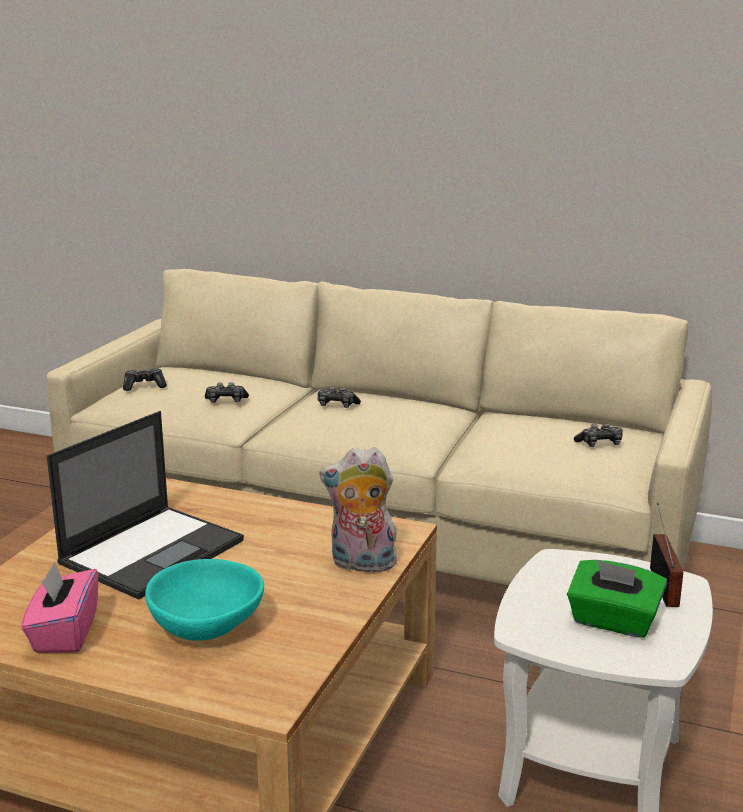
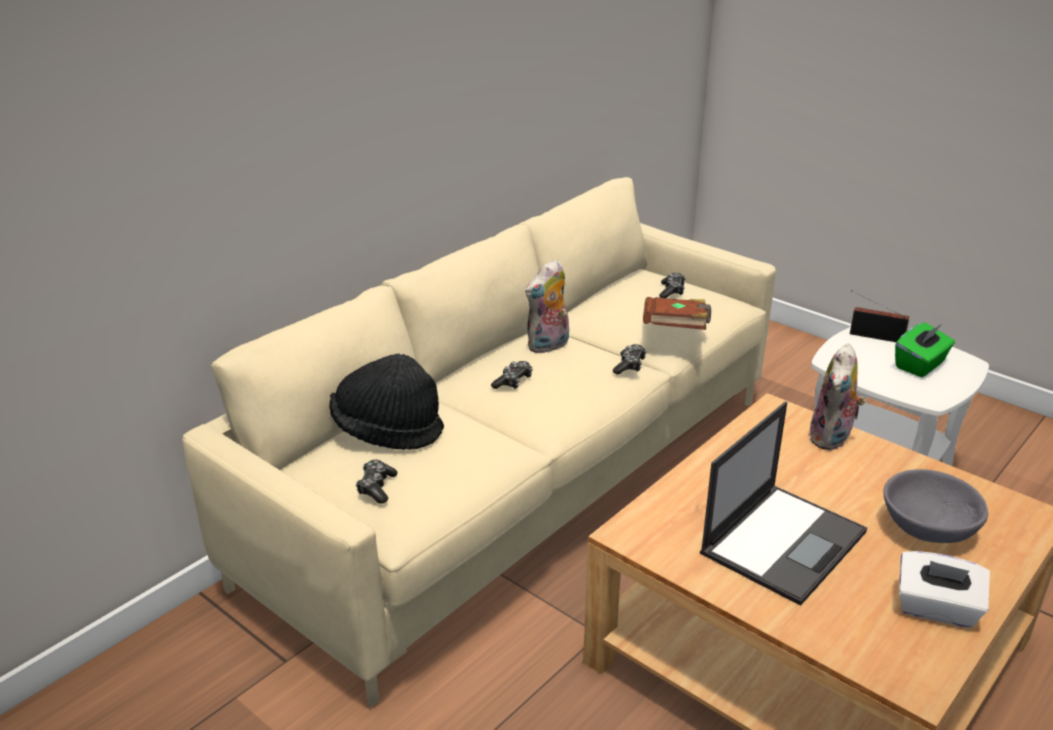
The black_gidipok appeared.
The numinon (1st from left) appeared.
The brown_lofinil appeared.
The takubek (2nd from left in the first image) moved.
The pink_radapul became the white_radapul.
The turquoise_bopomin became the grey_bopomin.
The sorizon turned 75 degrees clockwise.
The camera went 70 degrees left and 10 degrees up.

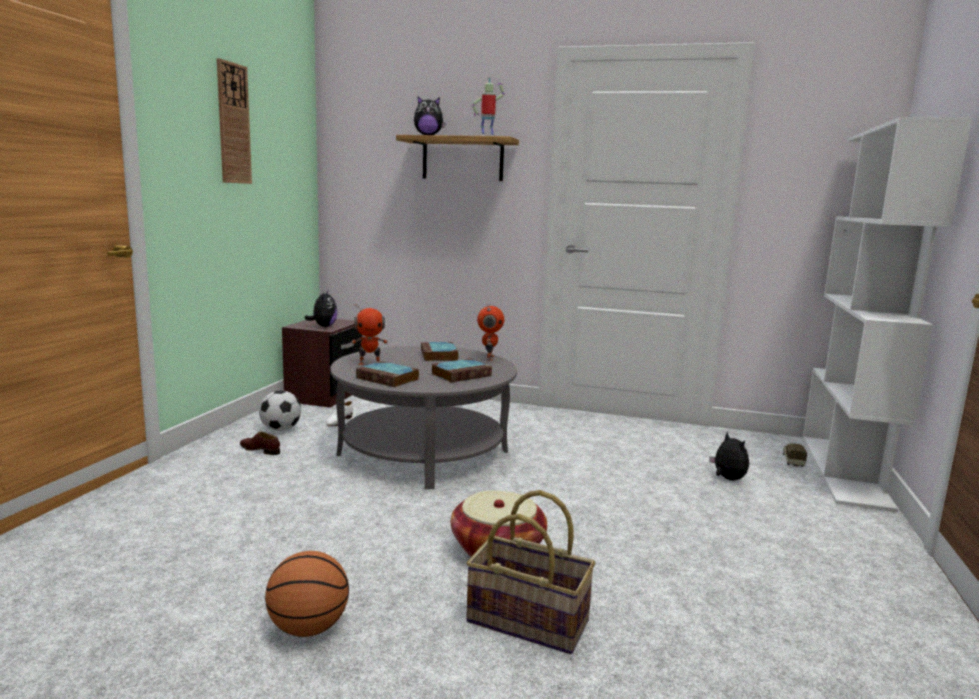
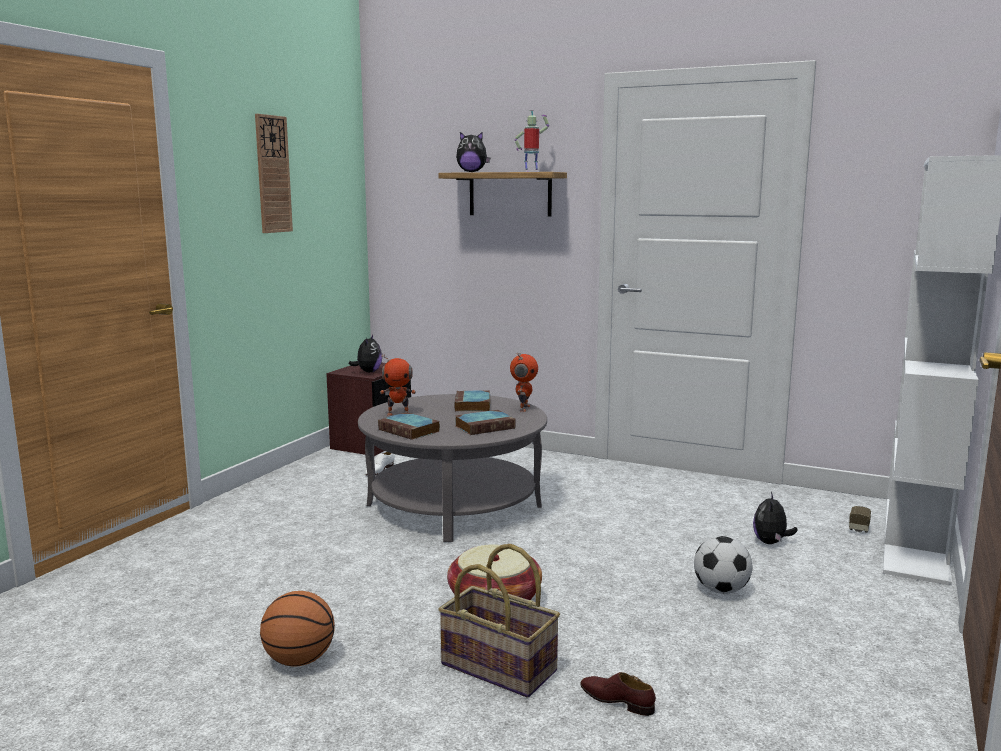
The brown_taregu moved.
The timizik moved.
The numinon (3rd from left) turned 150 degrees counterclockwise.
The camera went 10 degrees right and 0 degrees up.

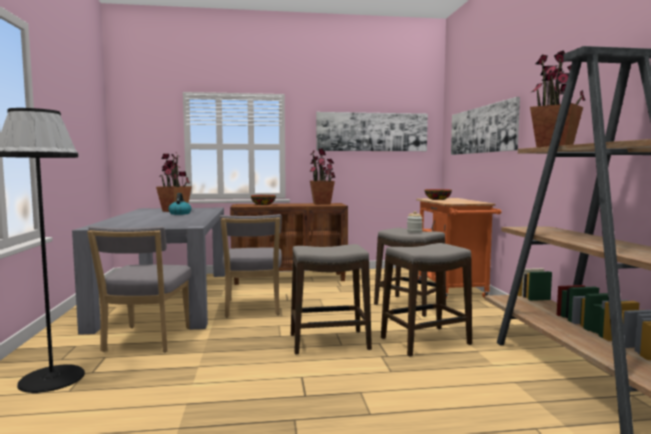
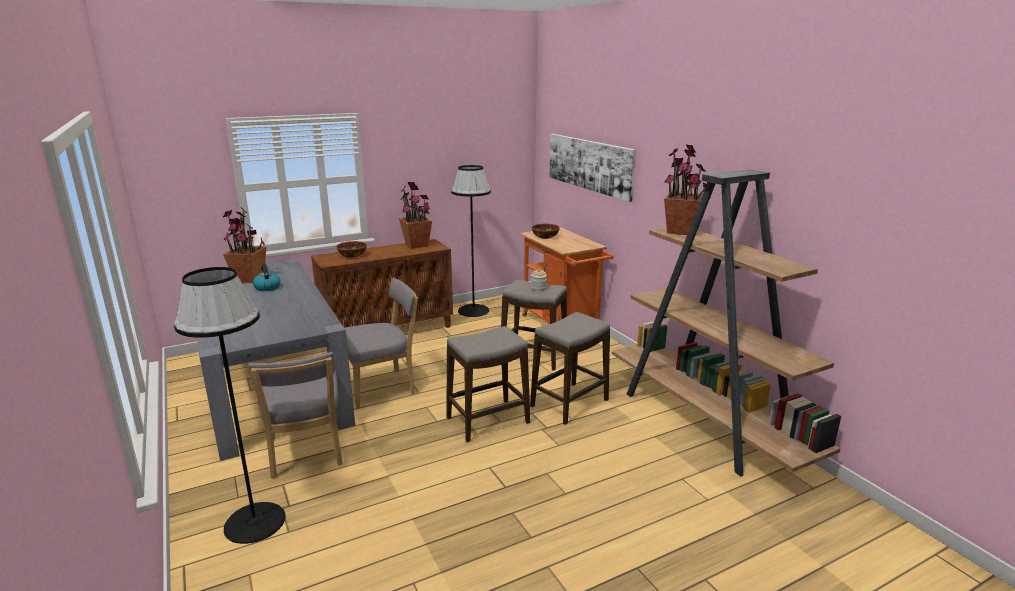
The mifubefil (1st from left) disappeared.
The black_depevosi (2nd from left) appeared.
The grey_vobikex (2nd from left) turned 90 degrees counterclockwise.
The camera went 20 degrees left and 15 degrees up.

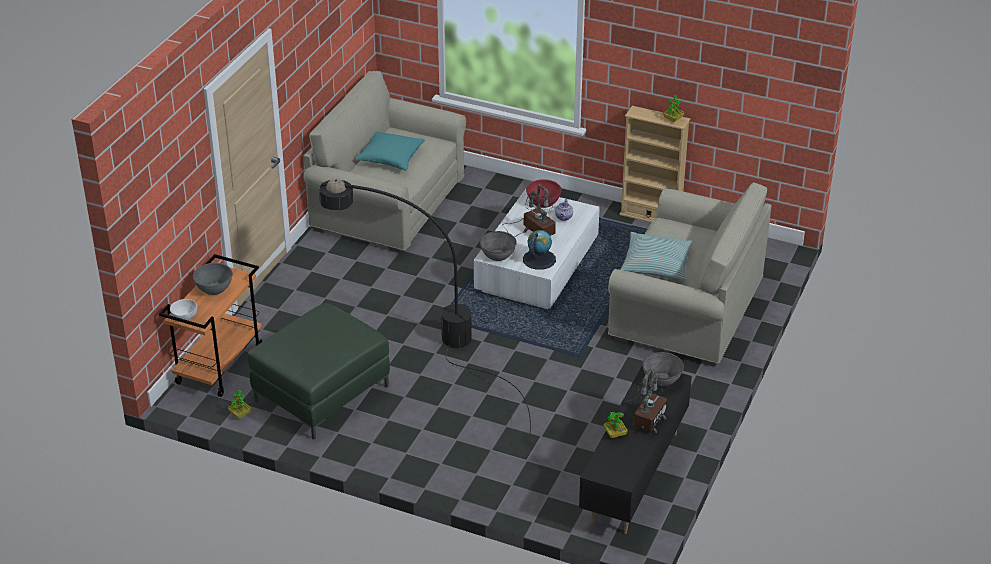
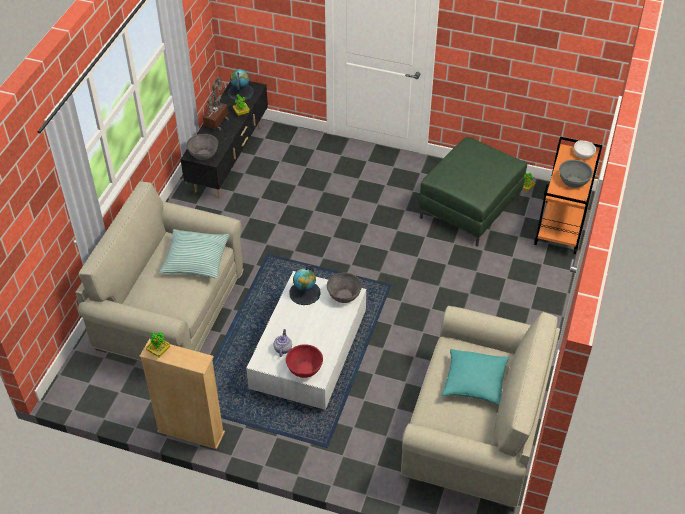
The black_depevosi disappeared.
The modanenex (1st from left) disappeared.
The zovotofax (1st from left) appeared.
The camera went 175 degrees right and 10 degrees up.

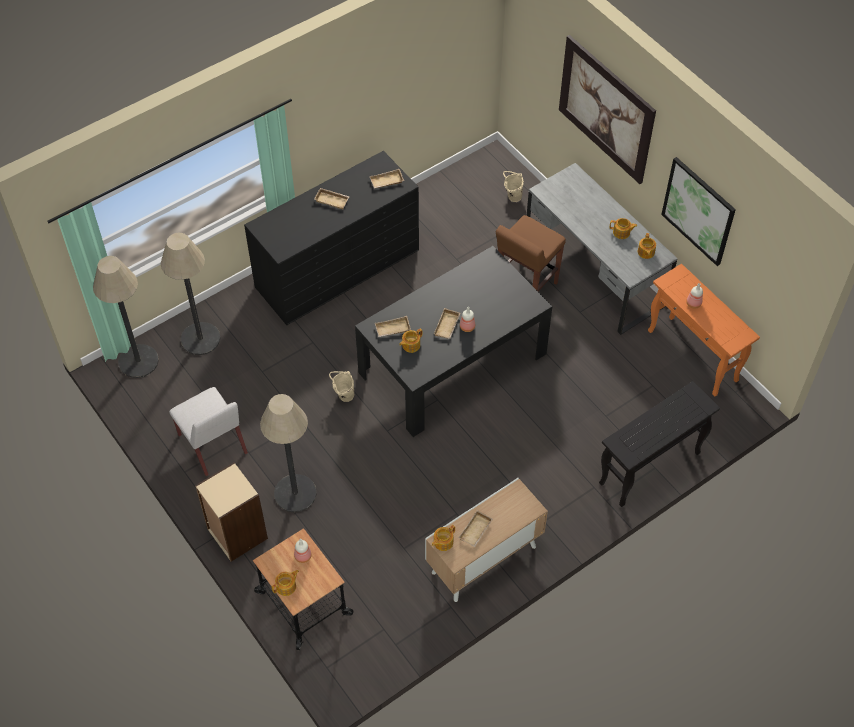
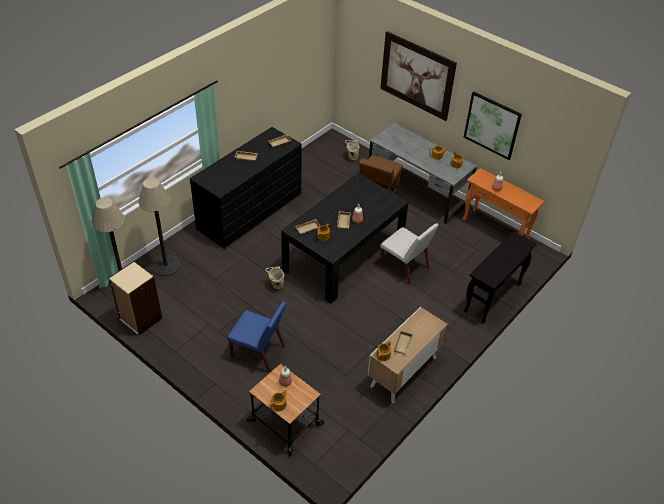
The white_vobikex moved.
The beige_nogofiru moved.
The depevosi (3rd from left) was replaced by the blue_vobikex.
The camera went 15 degrees left and 10 degrees down.

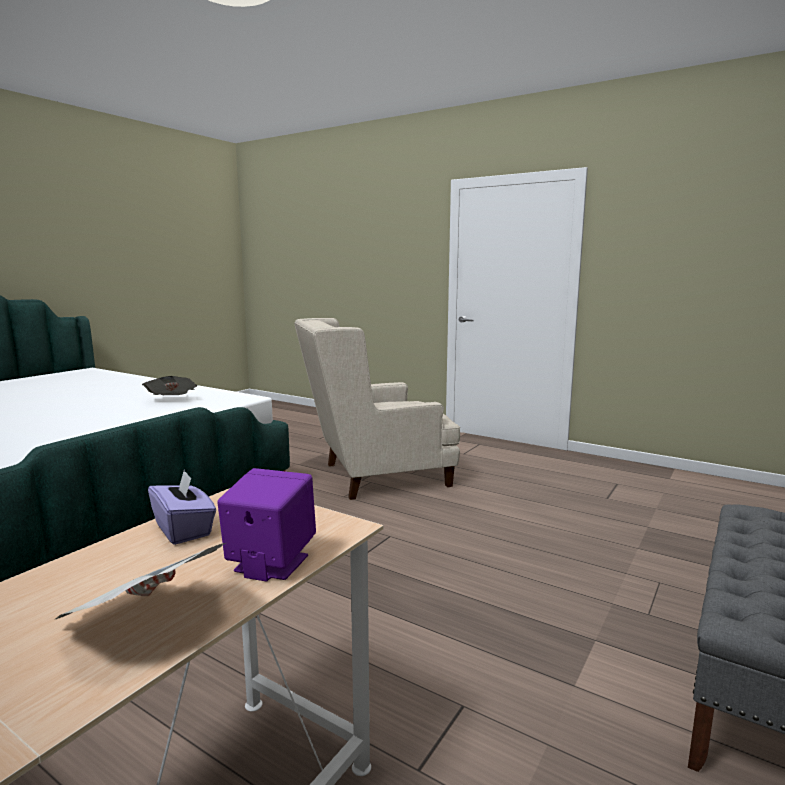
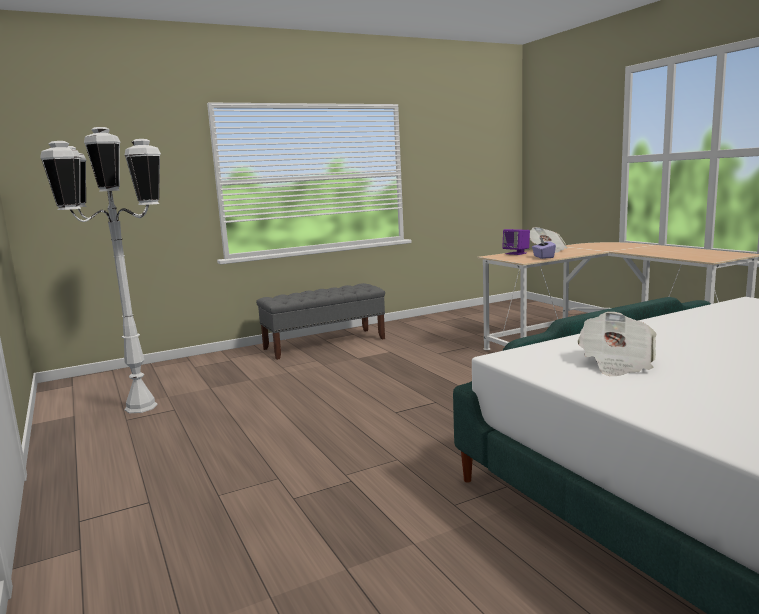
The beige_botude disappeared.
The white_depevosi appeared.
The camera went 150 degrees left and 0 degrees up.

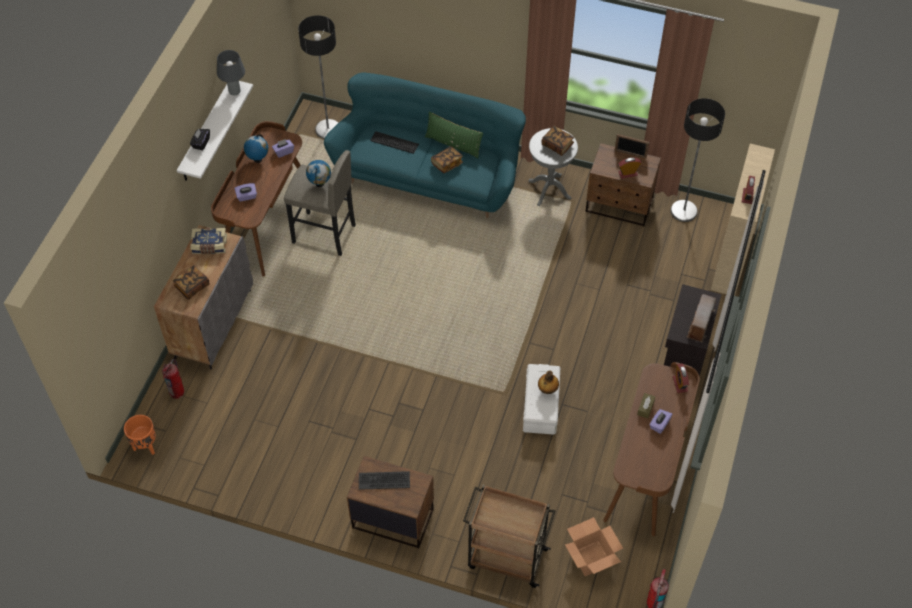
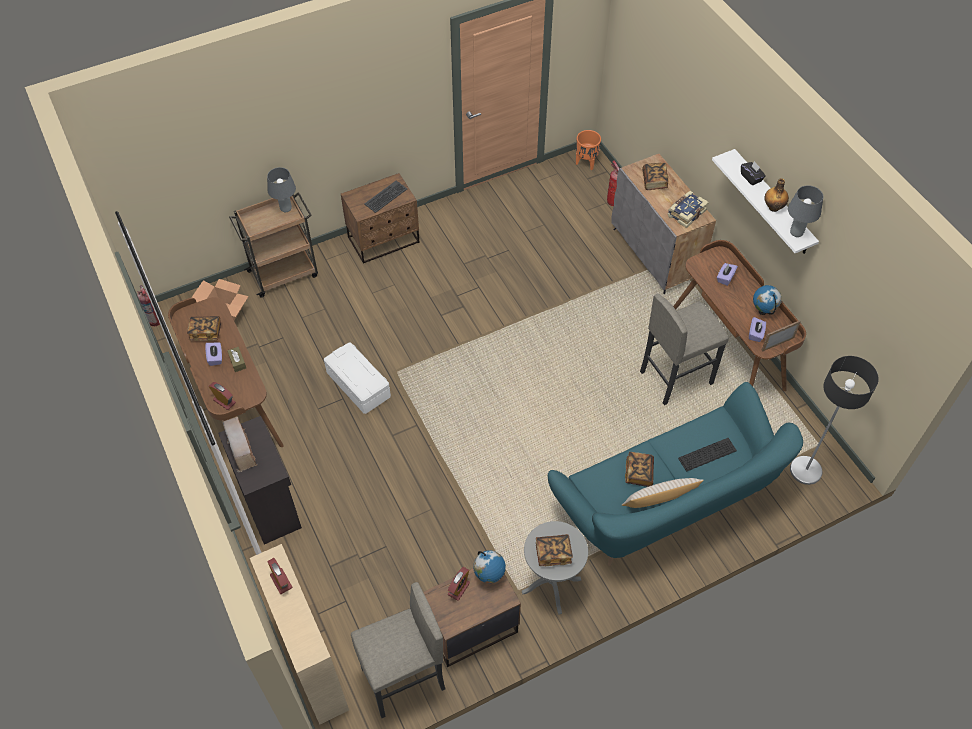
The lofinil (1st from left) appeared.
The grey_modanenex (1st from left) appeared.
The zovotofax (2nd from left in the first image) moved.
The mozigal moved.
The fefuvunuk moved.
The depevosi (2nd from left) was replaced by the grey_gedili (1st from left).
The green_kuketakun became the beige_kuketakun.
The camera went 135 degrees right and 0 degrees up.

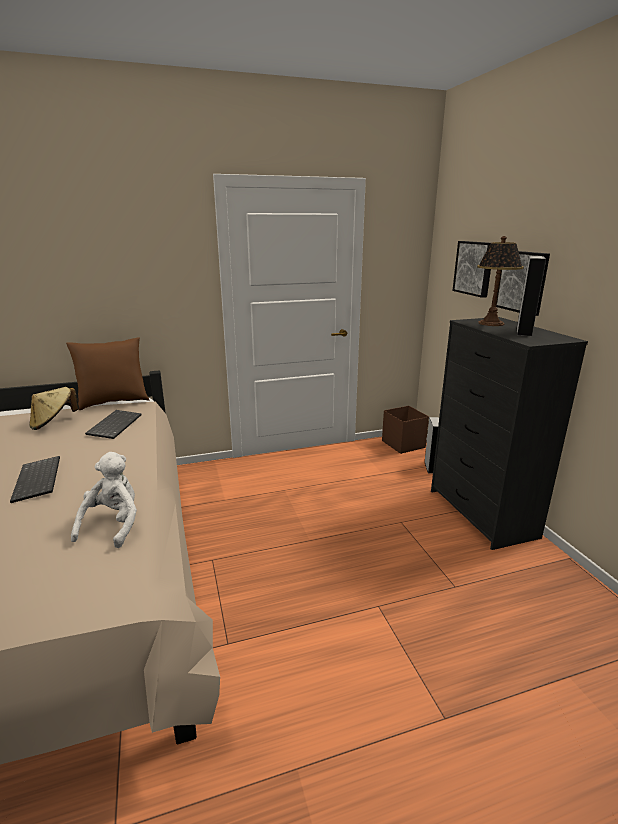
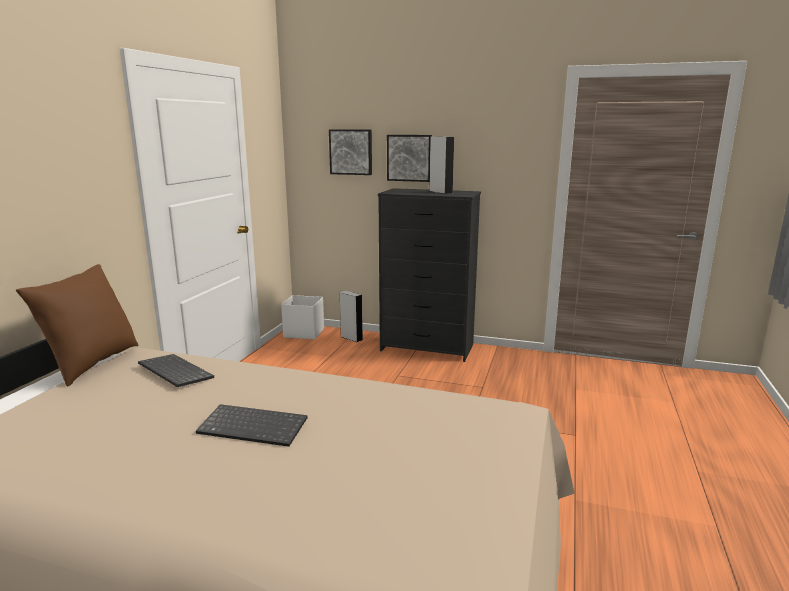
The beige_gidipok disappeared.
The white_numinon disappeared.
The modanenex disappeared.
The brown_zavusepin became the white_zavusepin.
The camera went 55 degrees left and 5 degrees down.

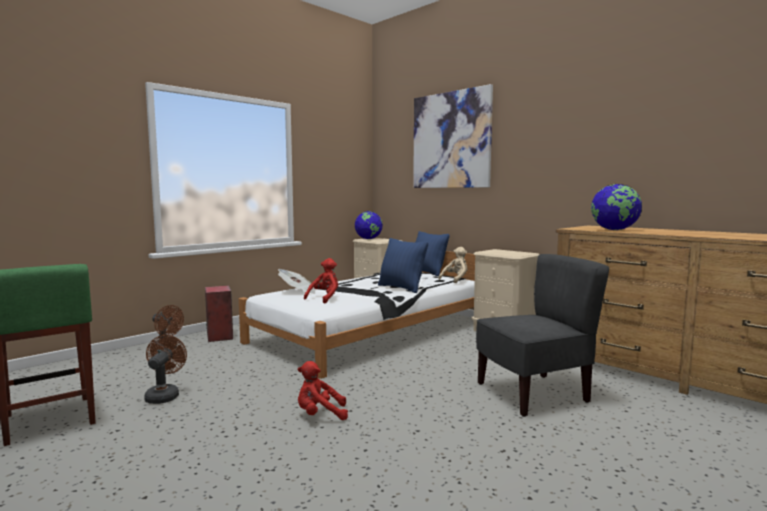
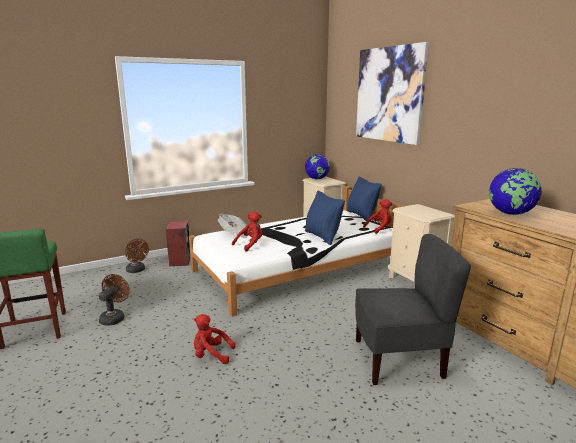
The beige_numinon became the red_numinon (3rd from left).
The camera went 15 degrees right and 10 degrees up.

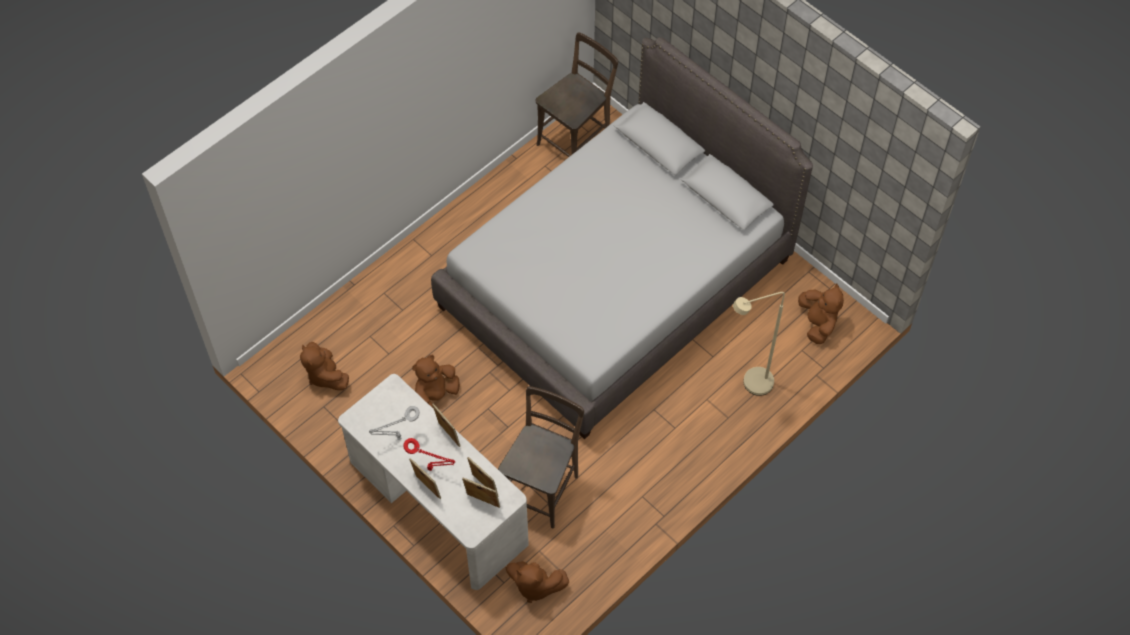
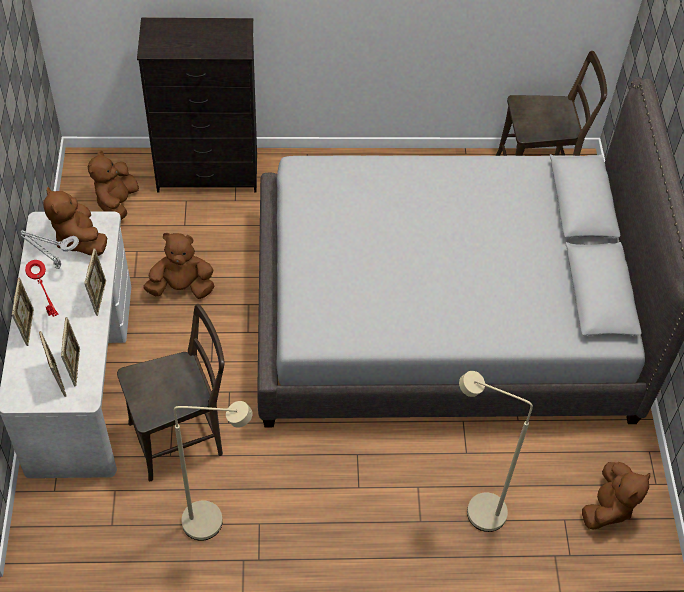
The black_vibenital appeared.
The beige_depevosi (1st from left) appeared.
The brown_numinon (3rd from left in the first image) moved.
The camera went 40 degrees right and 5 degrees down.

